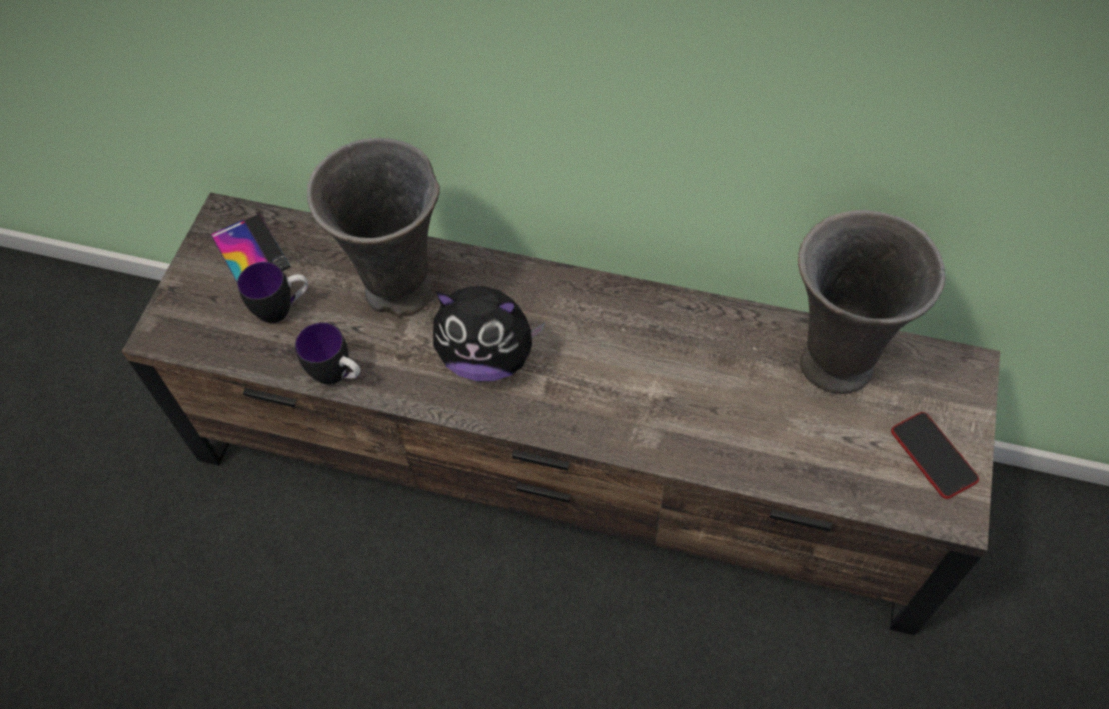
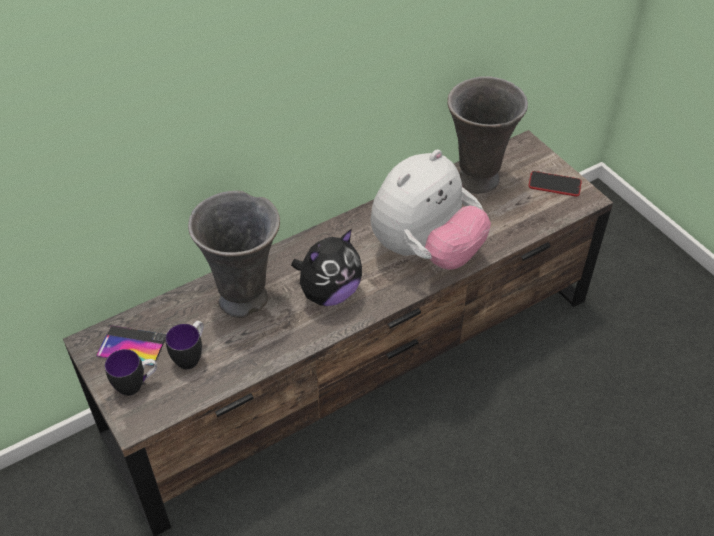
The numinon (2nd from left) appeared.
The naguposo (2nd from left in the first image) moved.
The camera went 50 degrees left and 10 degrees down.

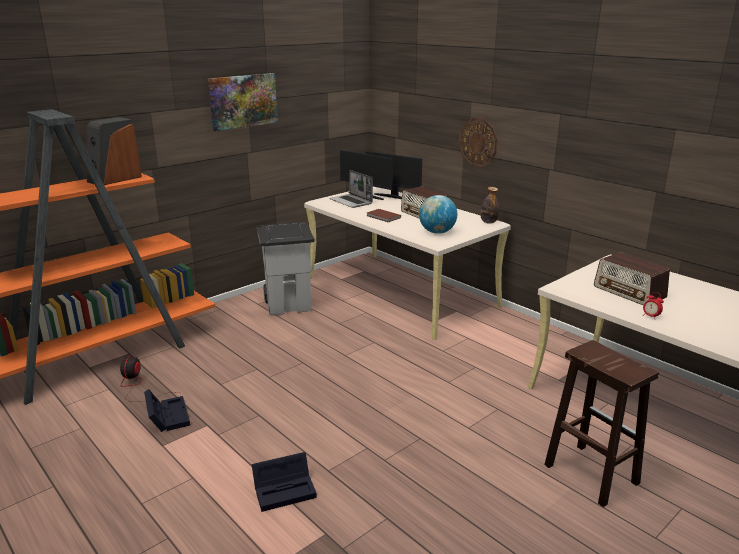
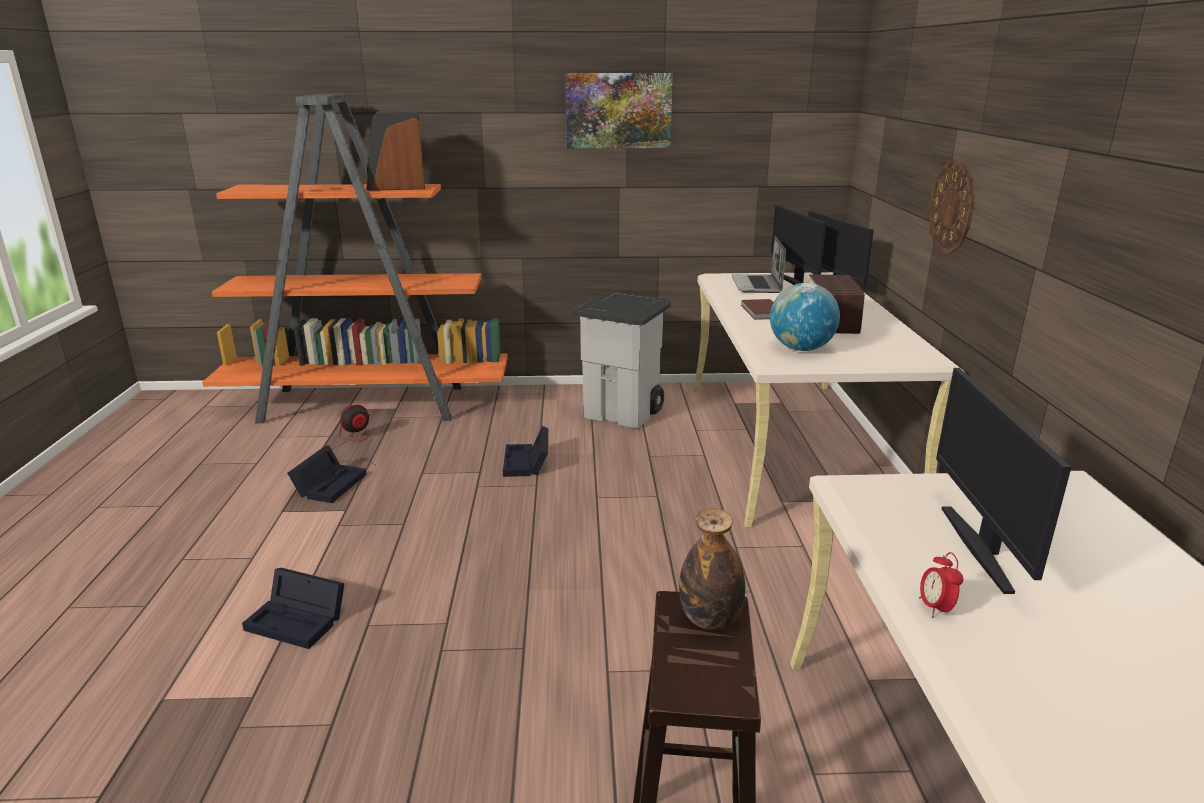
The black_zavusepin (3rd from left) appeared.
The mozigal moved.
The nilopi (2nd from left) was replaced by the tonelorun (3rd from left).
The camera went 40 degrees right and 0 degrees up.

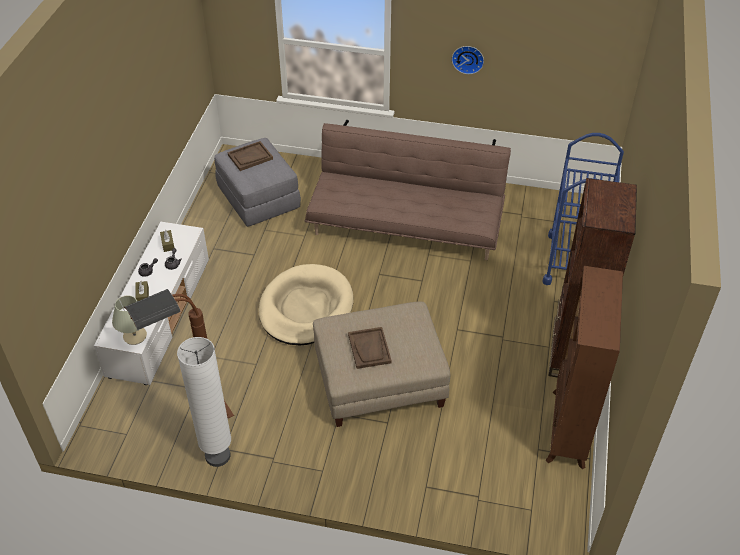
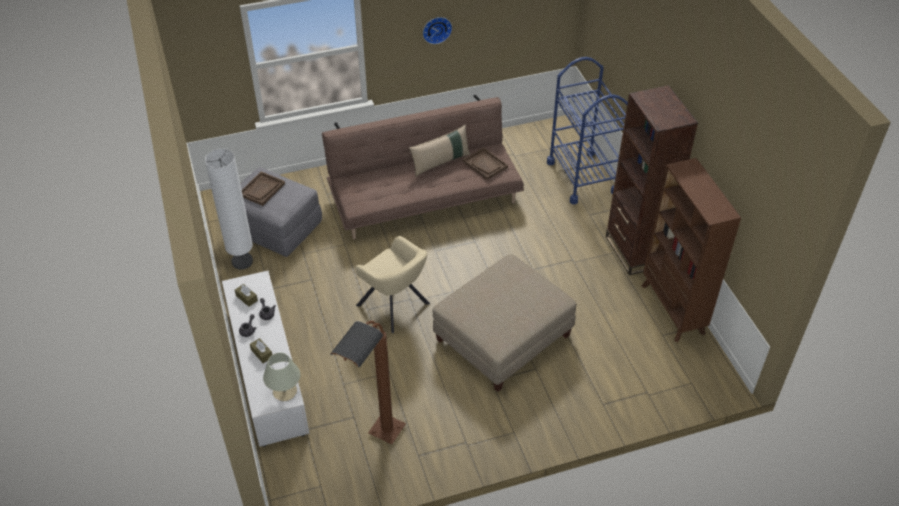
The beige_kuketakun appeared.
The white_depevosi moved.
The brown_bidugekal (2nd from left) moved.
The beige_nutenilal was replaced by the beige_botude.
The camera went 30 degrees left and 0 degrees up.

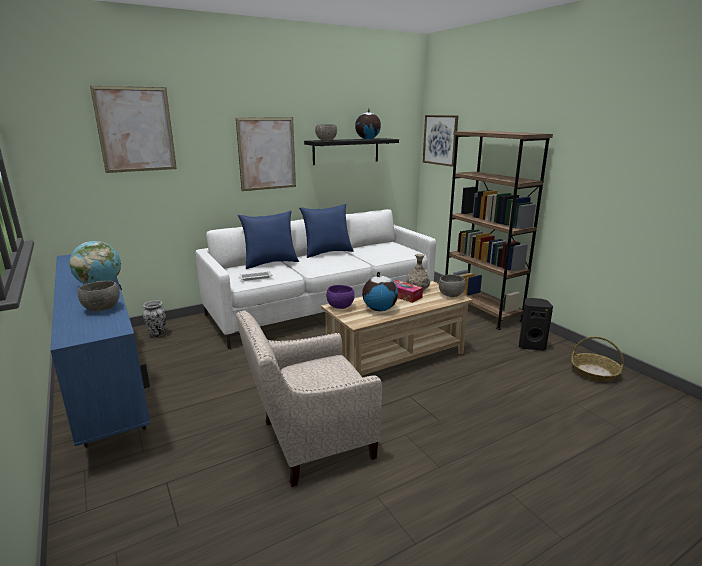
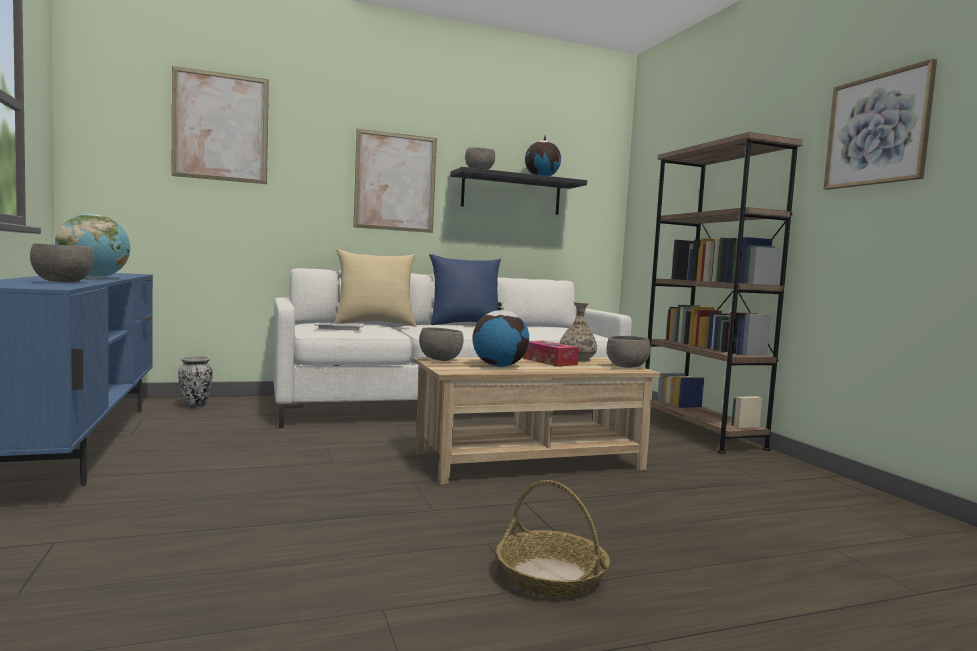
The beige_botude disappeared.
The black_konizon disappeared.
The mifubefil (3rd from left) moved.
The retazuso moved.
The blue_kuketakun (1st from left) became the beige_kuketakun.
The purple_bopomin became the grey_bopomin (2nd from left).
The camera went 10 degrees right and 15 degrees down.

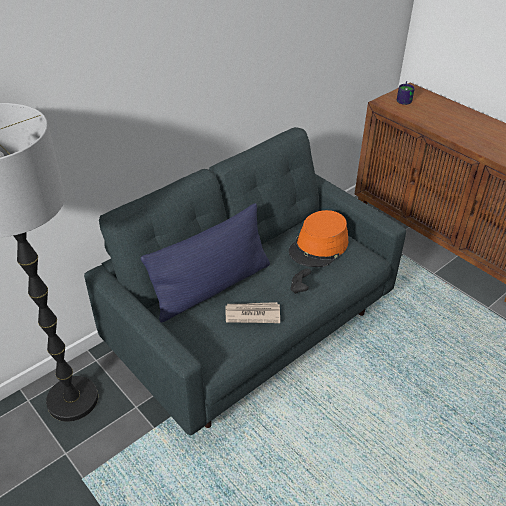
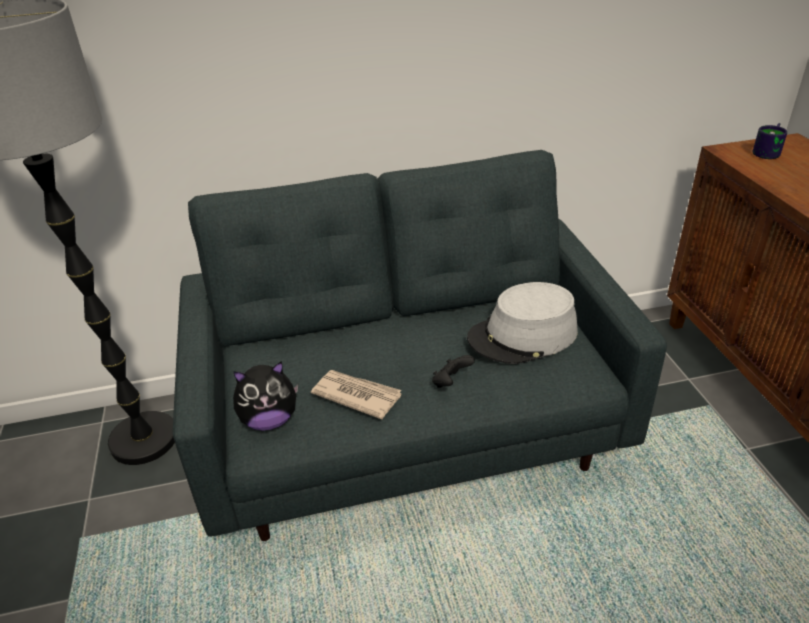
The blue_kuketakun disappeared.
The numinon appeared.
The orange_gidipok became the grey_gidipok.
The camera went 30 degrees right and 5 degrees down.

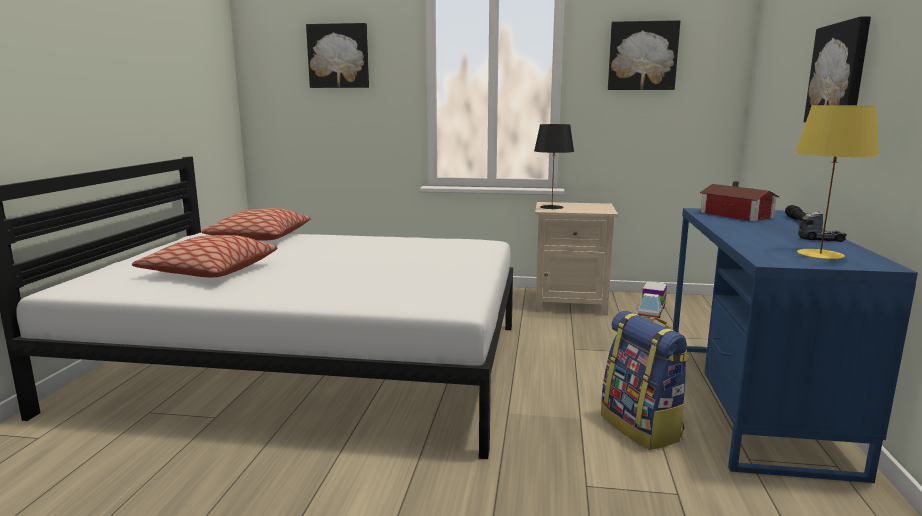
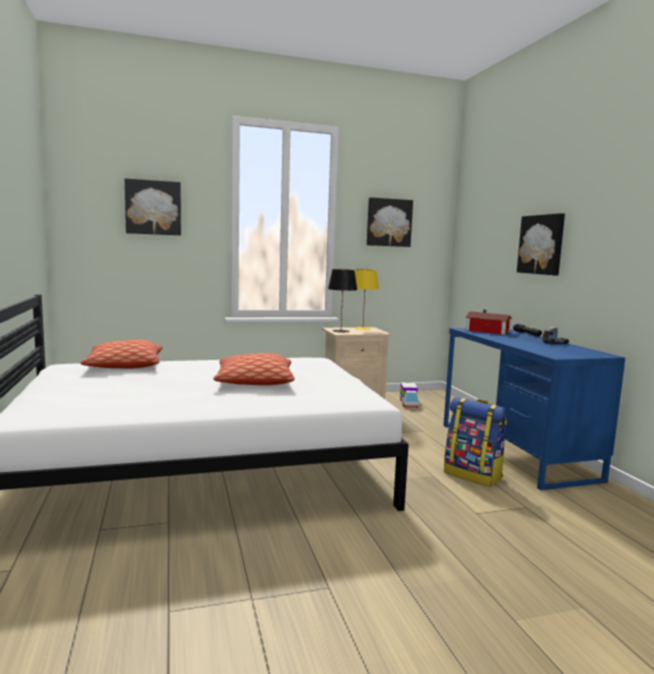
The kuketakun (1st from left in the first image) moved.
The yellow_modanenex moved.
The camera went 25 degrees left and 5 degrees down.

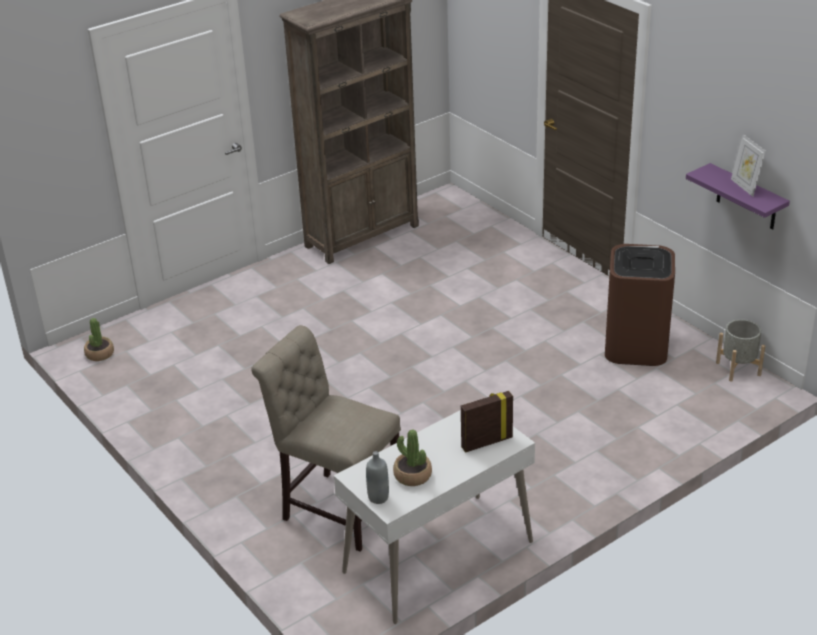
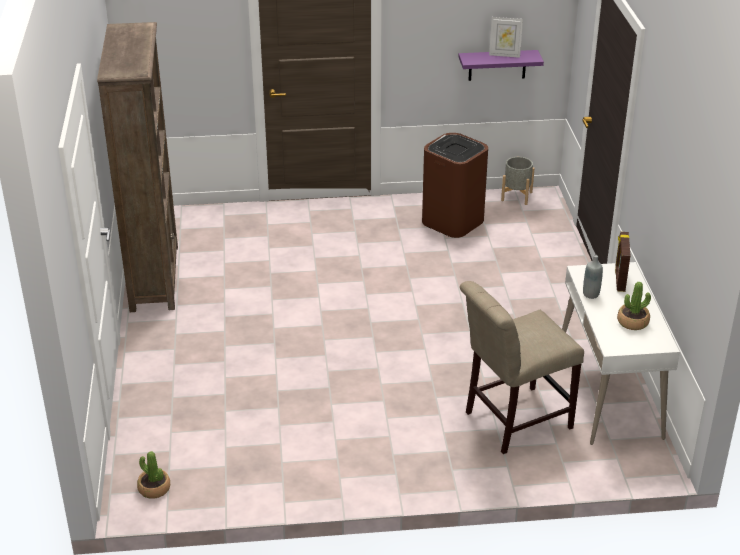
The grey_mozigal moved.
The camera went 60 degrees left and 0 degrees up.

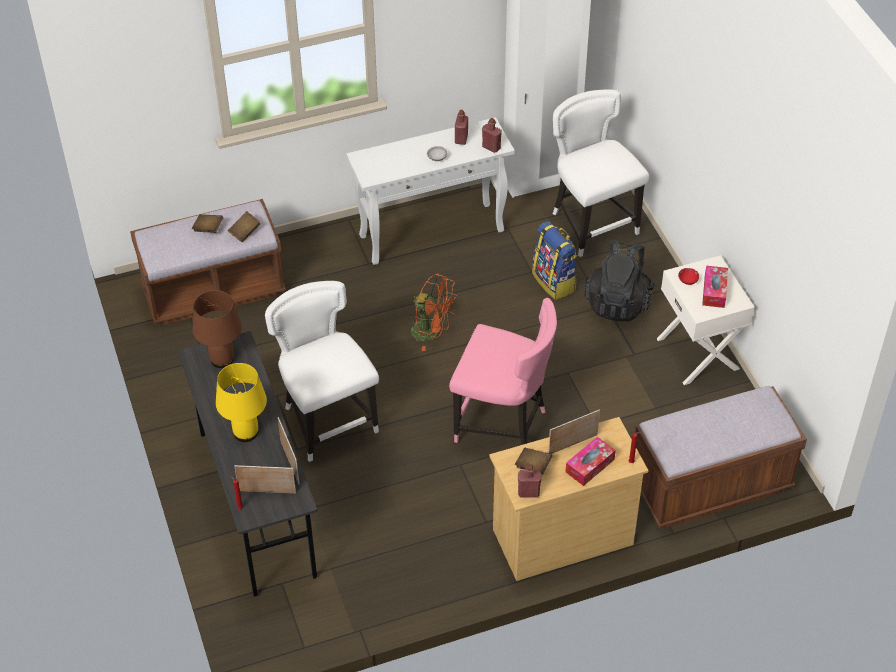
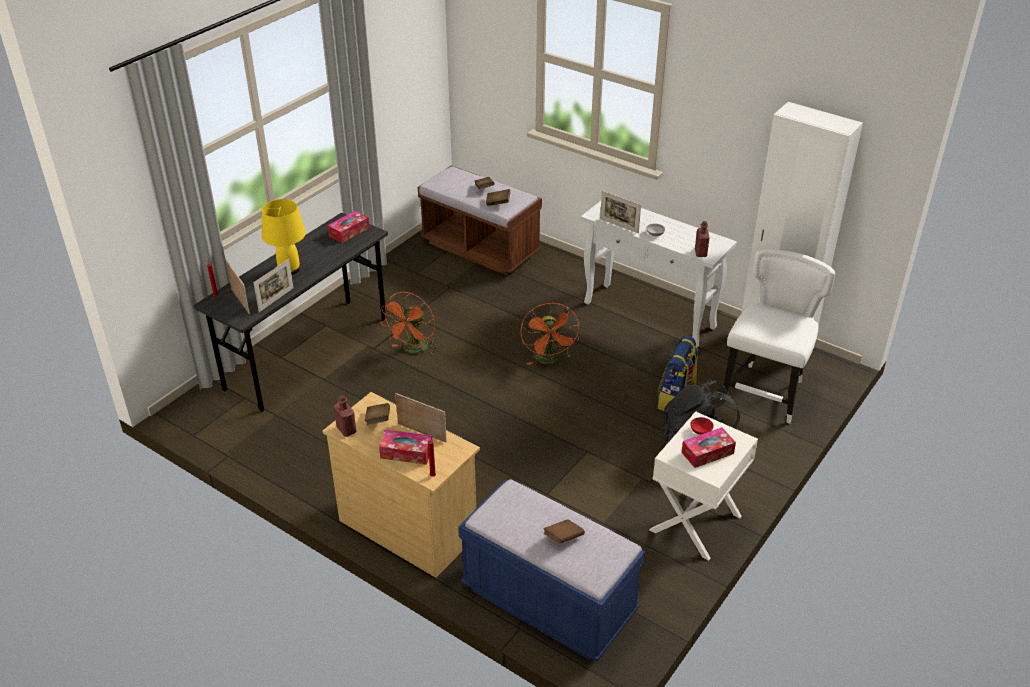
The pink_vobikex disappeared.
The red_mozigal (1st from left) disappeared.
The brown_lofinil (4th from left) appeared.
The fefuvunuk (4th from left) appeared.
The brown_modanenex was replaced by the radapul (1st from left).
The white_vobikex (1st from left) was replaced by the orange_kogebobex (1st from left).
The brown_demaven (2nd from left) became the blue_demaven.
The camera went 55 degrees right and 10 degrees down.

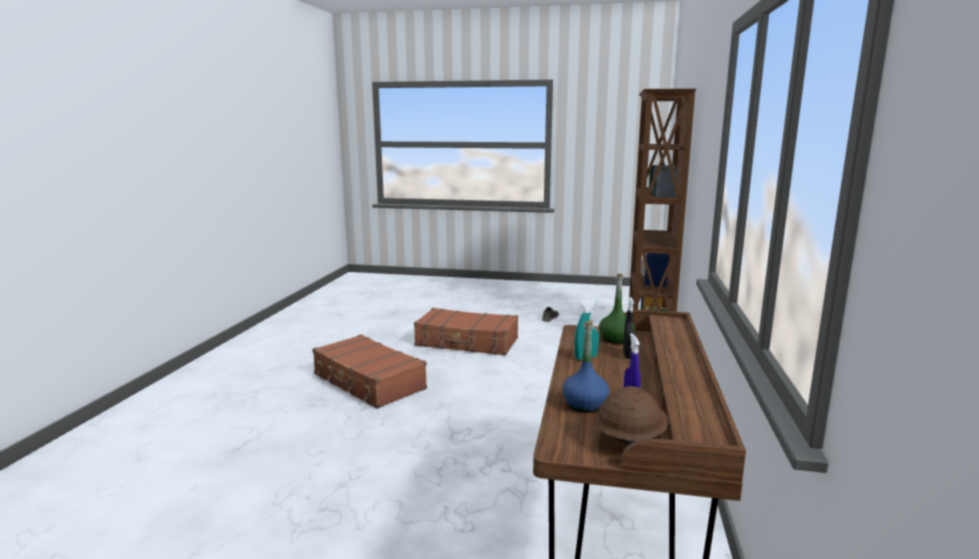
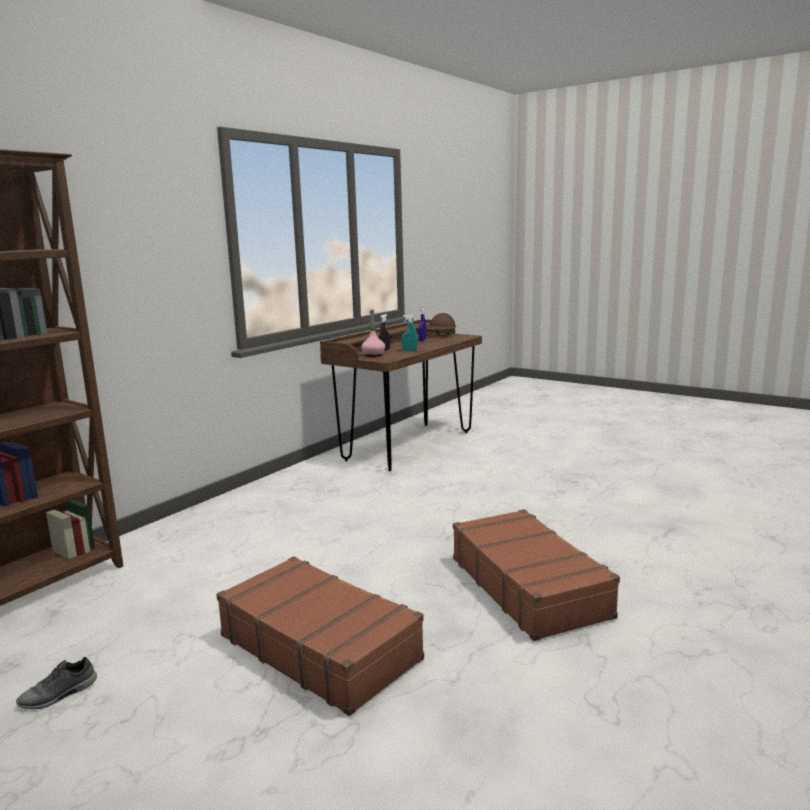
The blue_mozigal disappeared.
The green_mozigal became the pink_mozigal.
The camera went 155 degrees left and 0 degrees up.

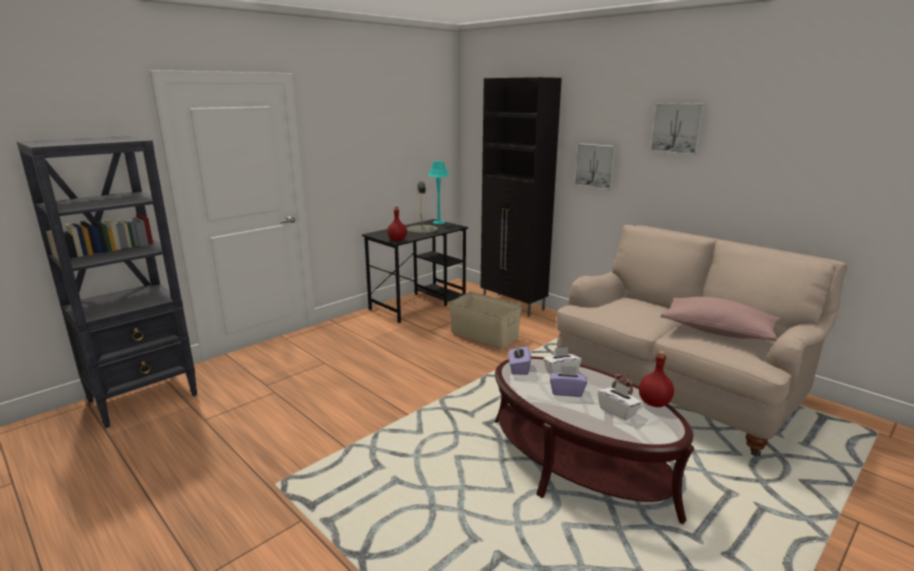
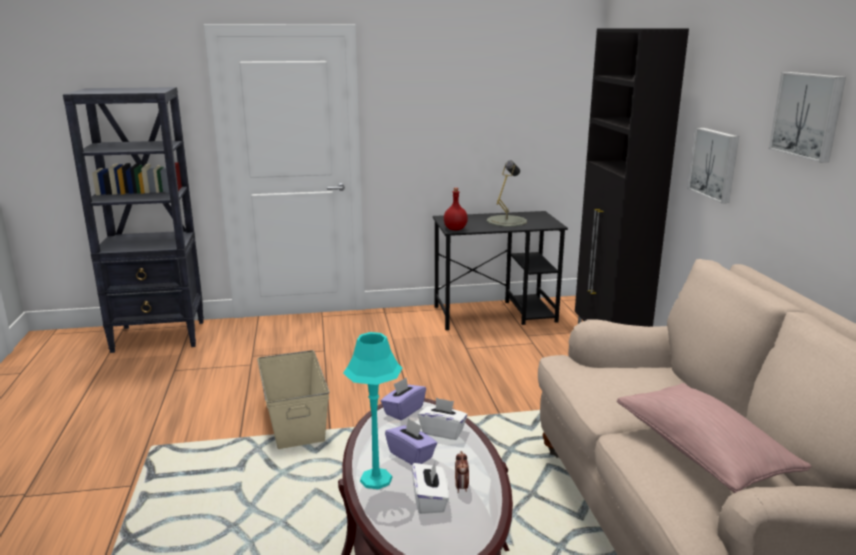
The red_mozigal (2nd from left) disappeared.
The turquoise_modanenex moved.
The beige_zavusepin moved.
The camera went 35 degrees right and 0 degrees up.

